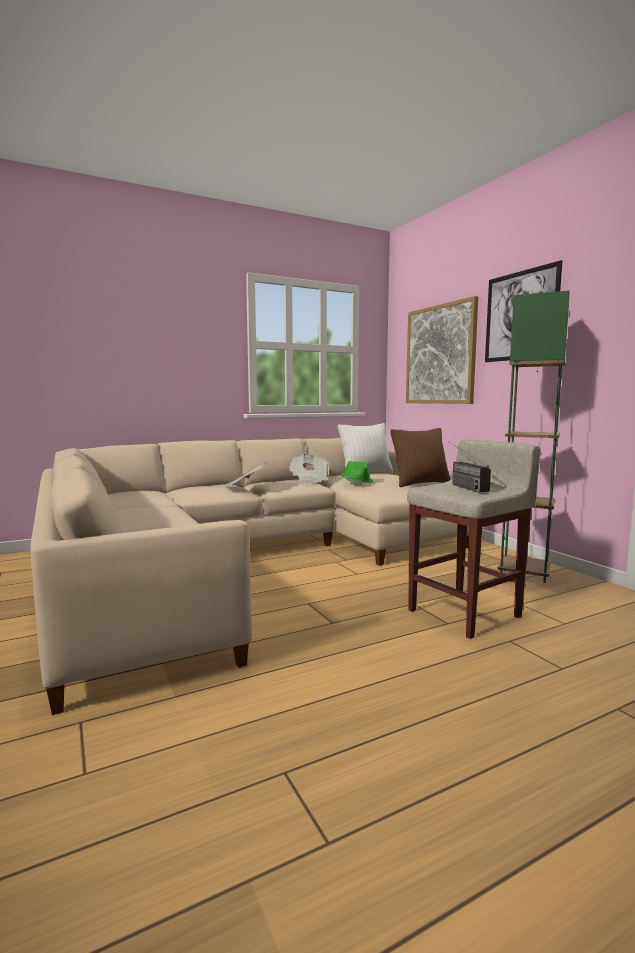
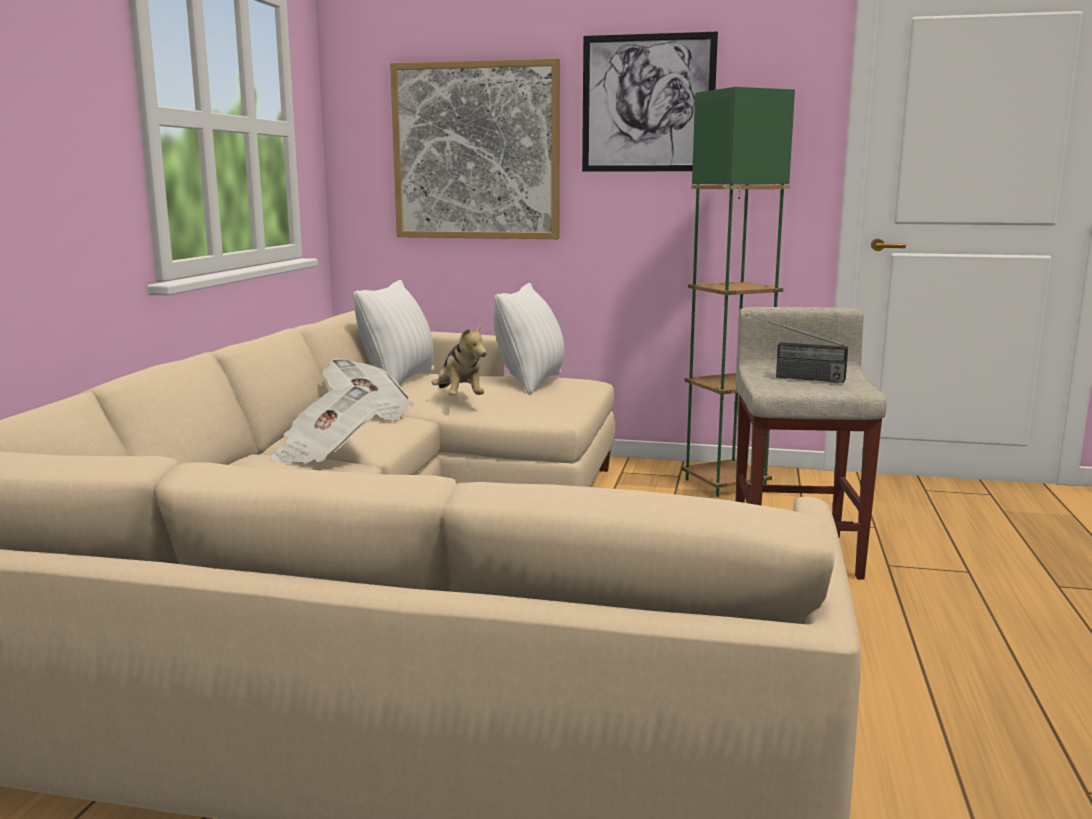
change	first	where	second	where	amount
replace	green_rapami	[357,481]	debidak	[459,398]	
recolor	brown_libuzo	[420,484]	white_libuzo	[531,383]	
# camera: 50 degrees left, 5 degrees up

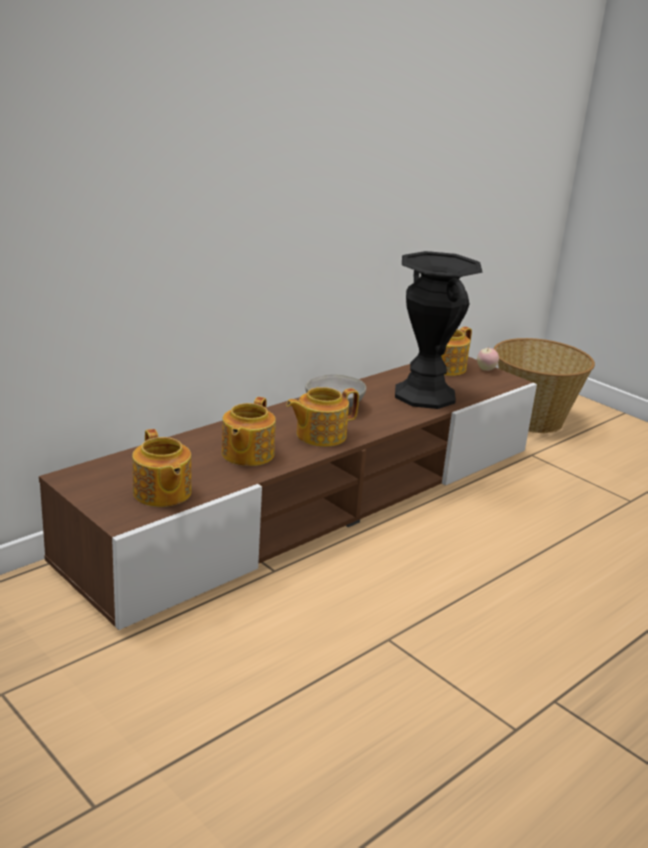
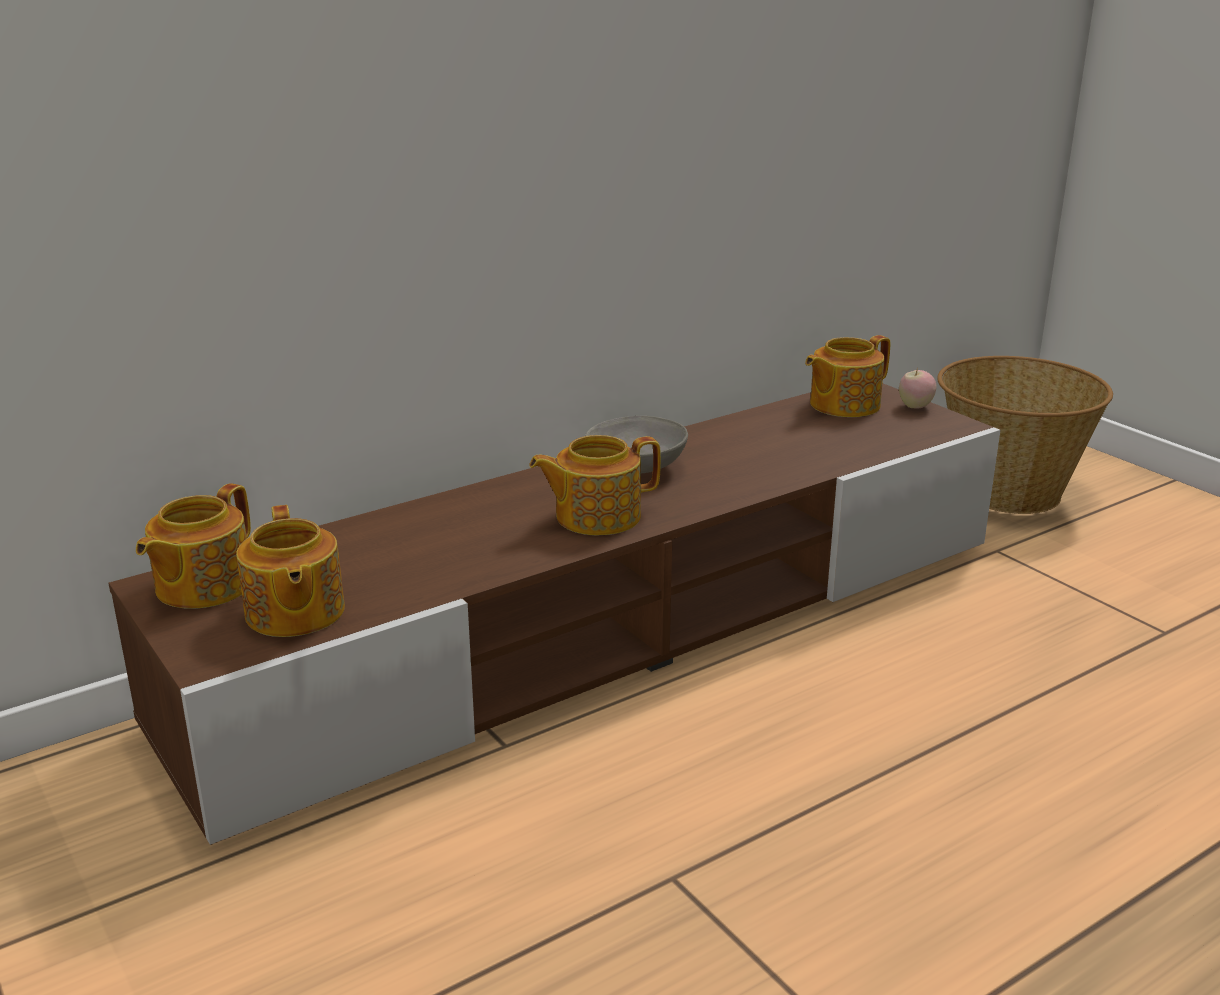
change	first	where	second	where	amount
move	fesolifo	[246,454]		[202,586]	
delete	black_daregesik	[424,395]			
# camera: 10 degrees right, 0 degrees up

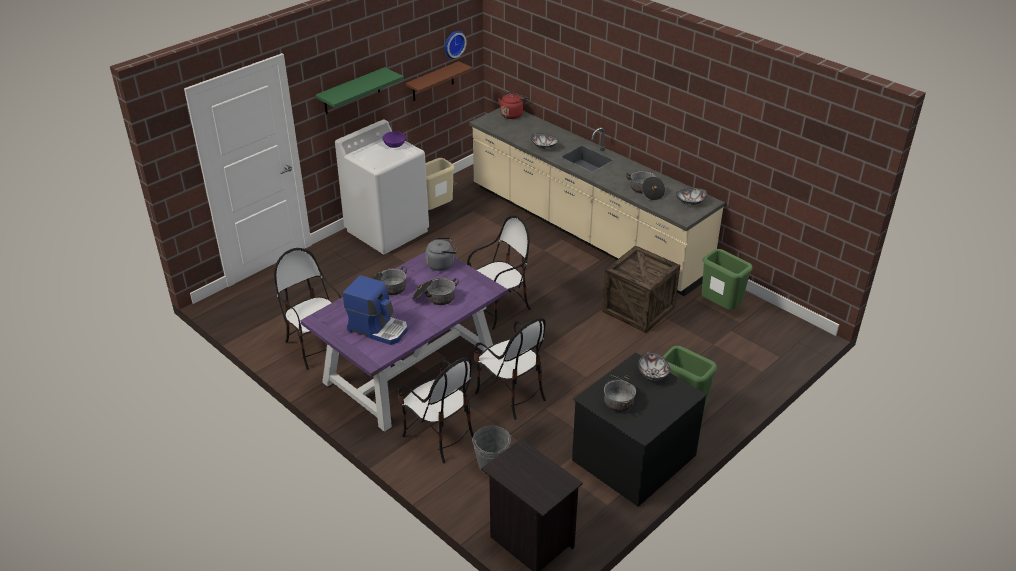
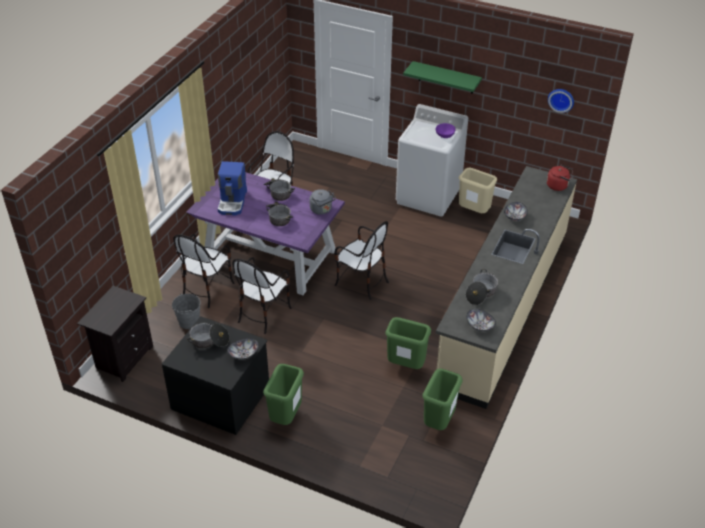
change	first	where	second	where	amount
replace	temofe	[638,309]	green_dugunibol	[406,366]	
delete	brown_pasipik	[433,82]			
# camera: 70 degrees right, 5 degrees up

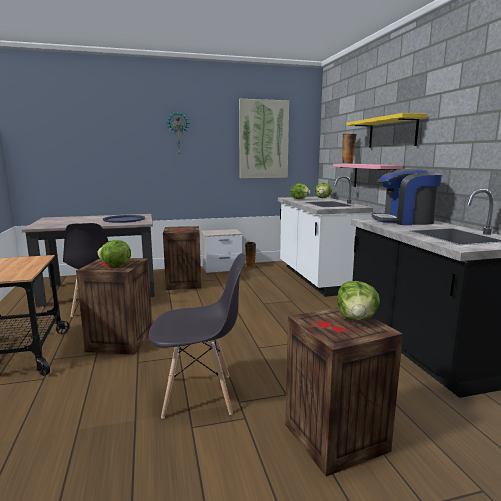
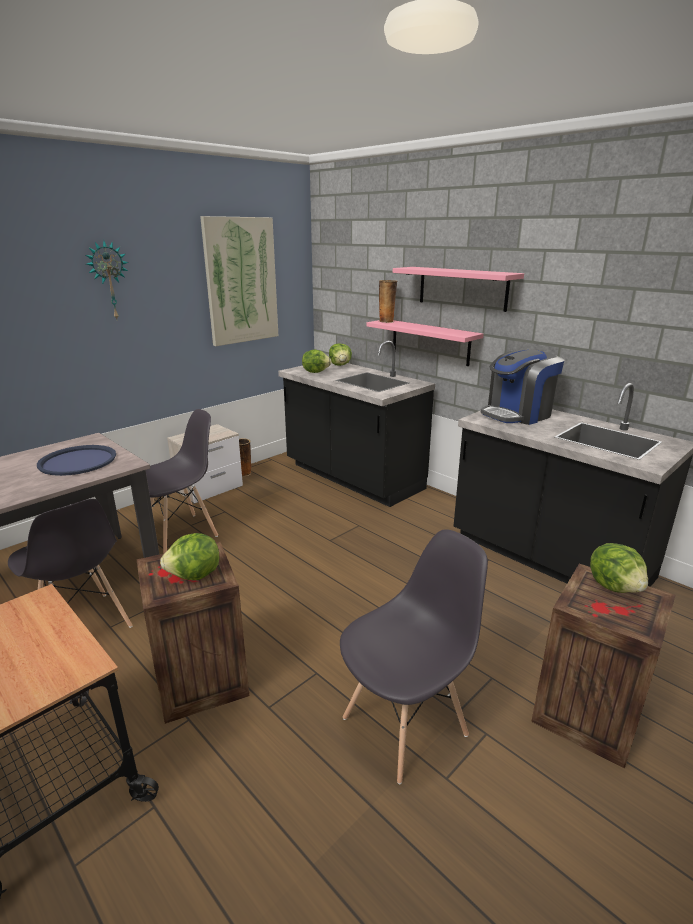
change	first	where	second	where	amount
replace	temofe	[184,283]	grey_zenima	[182,533]	
recolor	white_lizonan	[317,278]	black_lizonan	[352,478]	
recolor	yellow_pasipik	[392,133]	pink_pasipik	[462,288]	
# camera: 30 degrees left, 10 degrees up

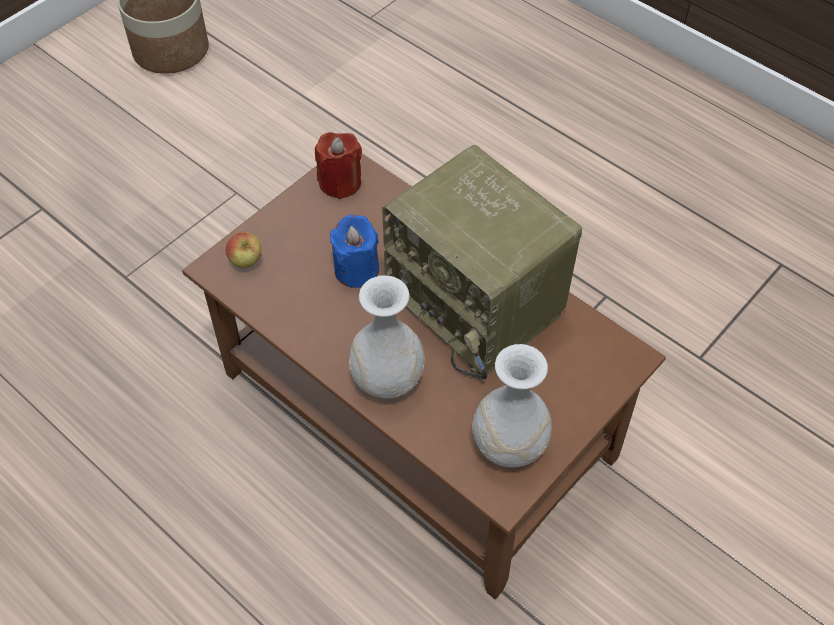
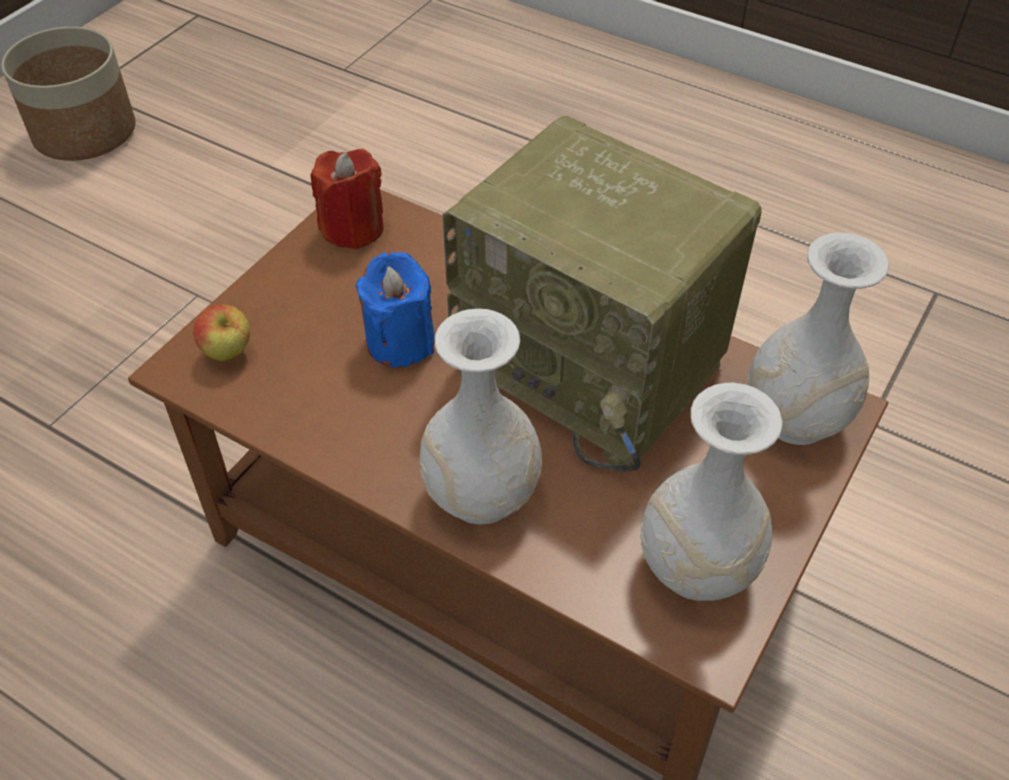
change	first	where	second	where	amount
insert			white_daregesik	[796,419]	
# camera: 10 degrees left, 5 degrees down

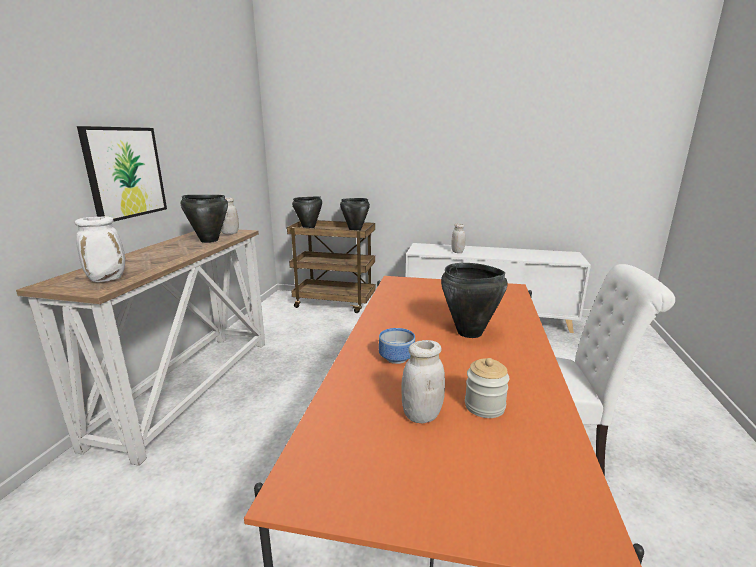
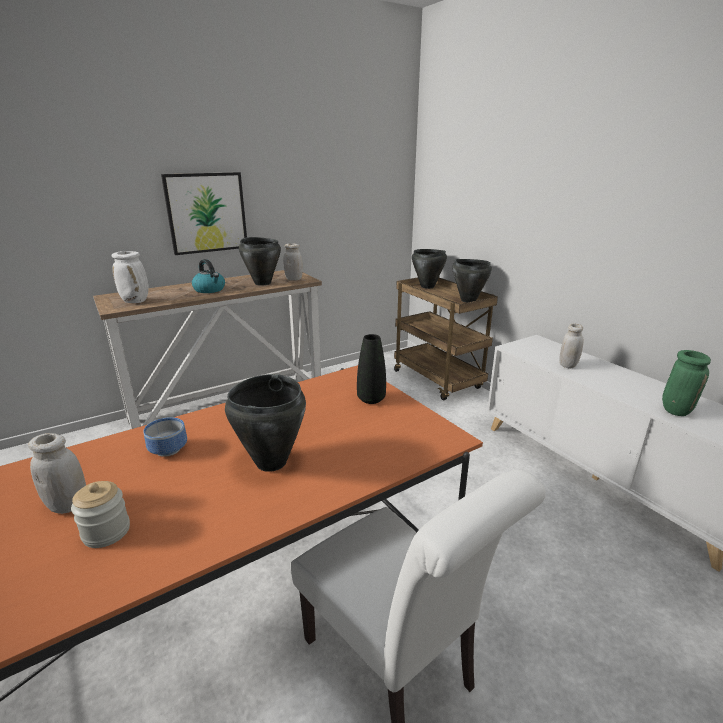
change	first	where	second	where	amount
insert			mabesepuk	[210,290]	
insert			black_daregesik	[371,399]	
insert			green_daregesik	[675,410]	
# camera: 45 degrees right, 5 degrees up

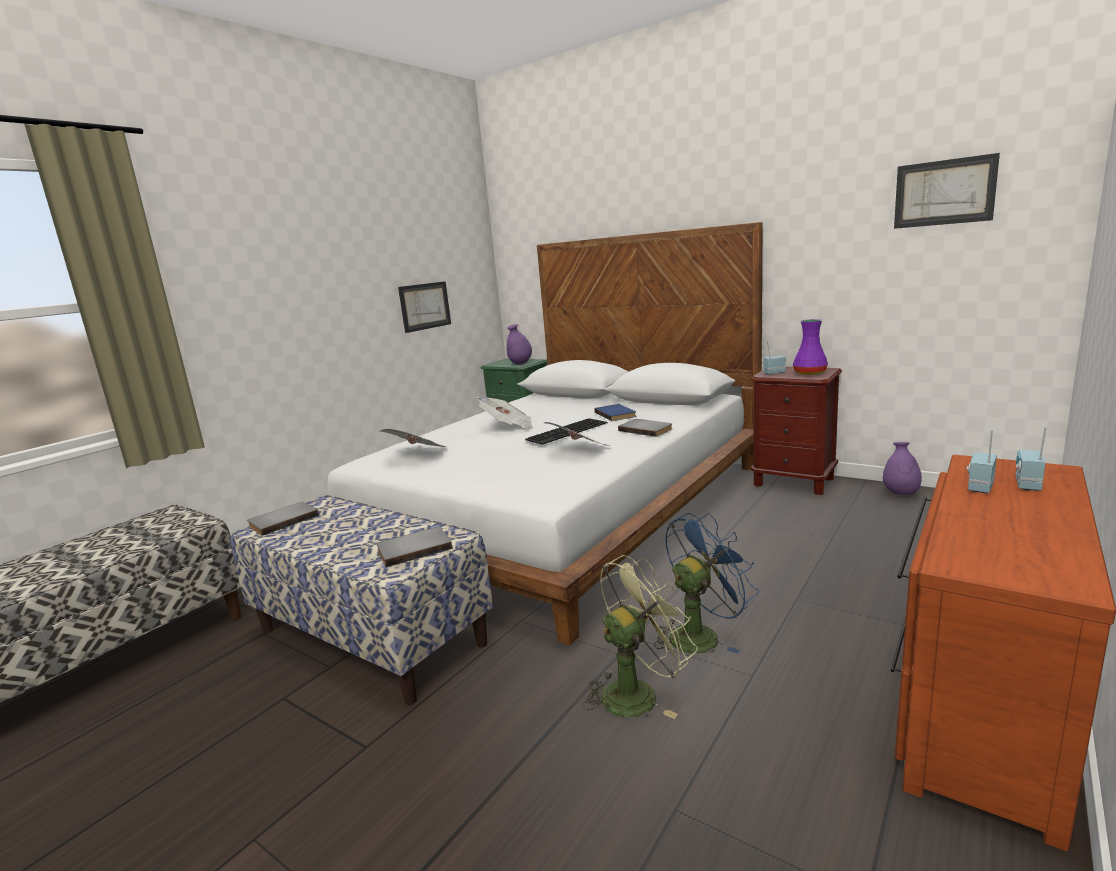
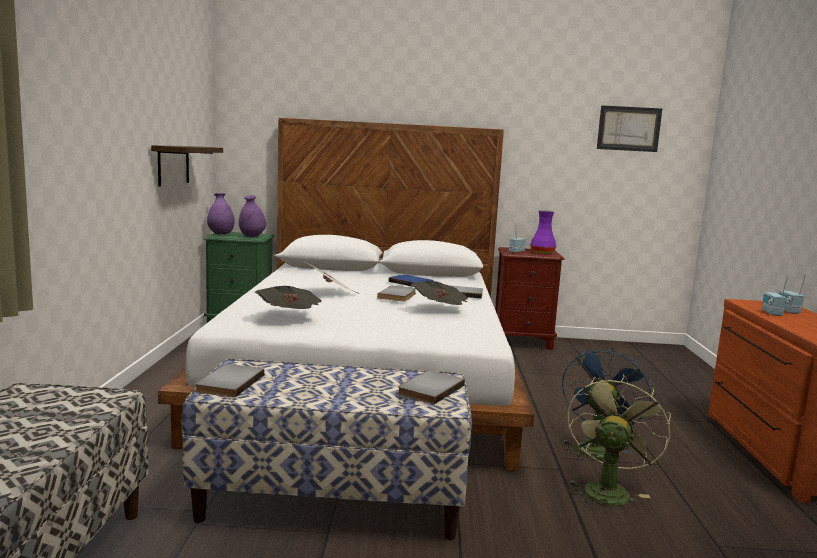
change	first	where	second	where	amount
replace	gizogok	[425,306]	pasipik	[173,165]	
move	purple_daregesik	[900,494]		[221,234]	
replace	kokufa	[567,431]	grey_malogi	[398,295]	
# camera: 35 degrees left, 5 degrees down

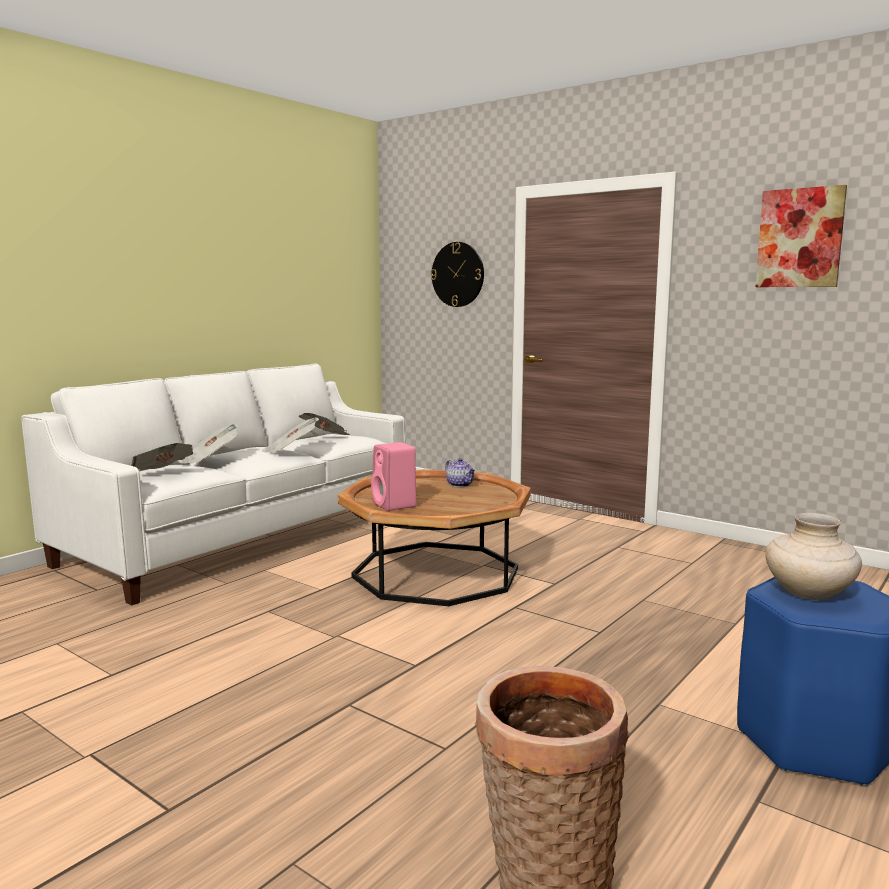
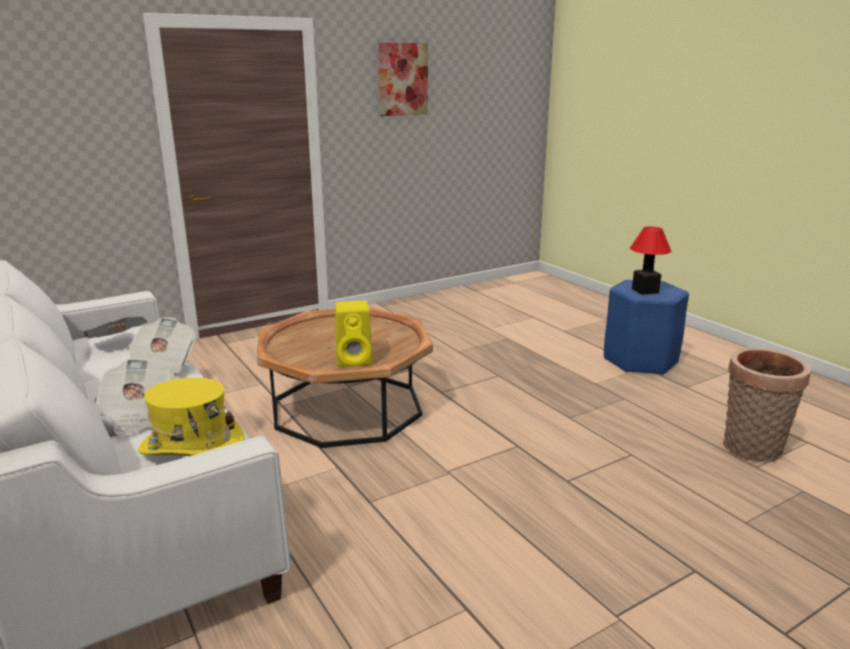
change	first	where	second	where	amount
replace	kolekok	[163,474]	yellow_rapami	[192,445]	
recolor	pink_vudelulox	[395,505]	yellow_vudelulox	[355,359]	
replace	beige_daregesik	[809,594]	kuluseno	[645,290]	
delete	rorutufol	[458,274]			
delete	fesolifo	[460,485]			
# camera: 70 degrees left, 10 degrees up

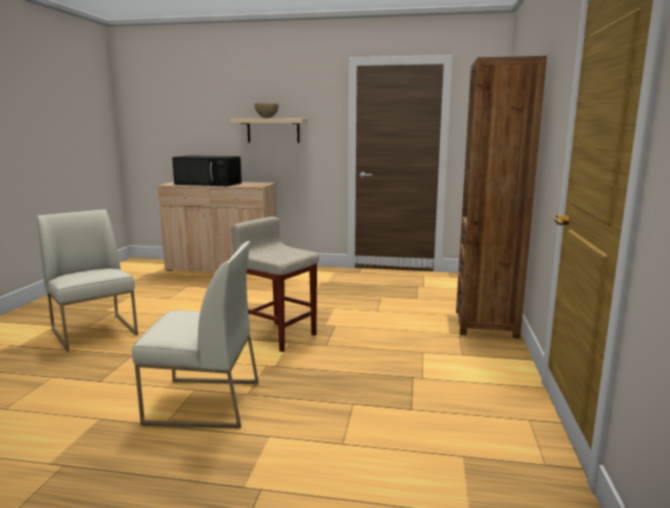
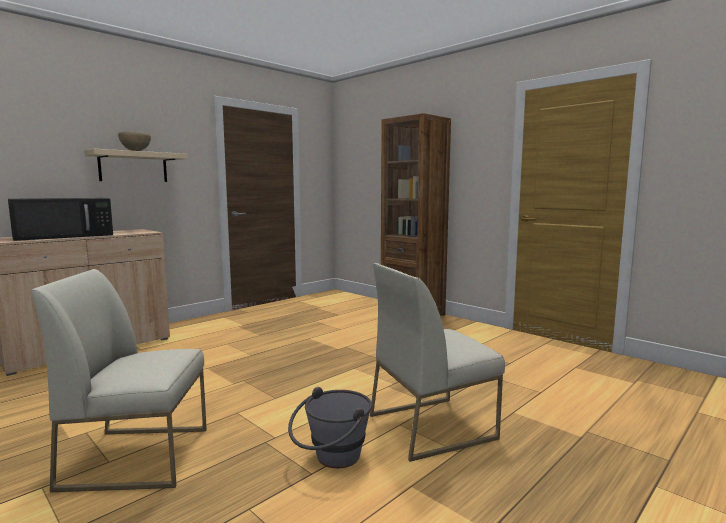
change	first	where	second	where	amount
insert			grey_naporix	[331,460]	
rotate	white_zenima	[203,403]		[431,426]	150 degrees counterclockwise
delete	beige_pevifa	[278,336]			
# camera: 55 degrees left, 5 degrees down

